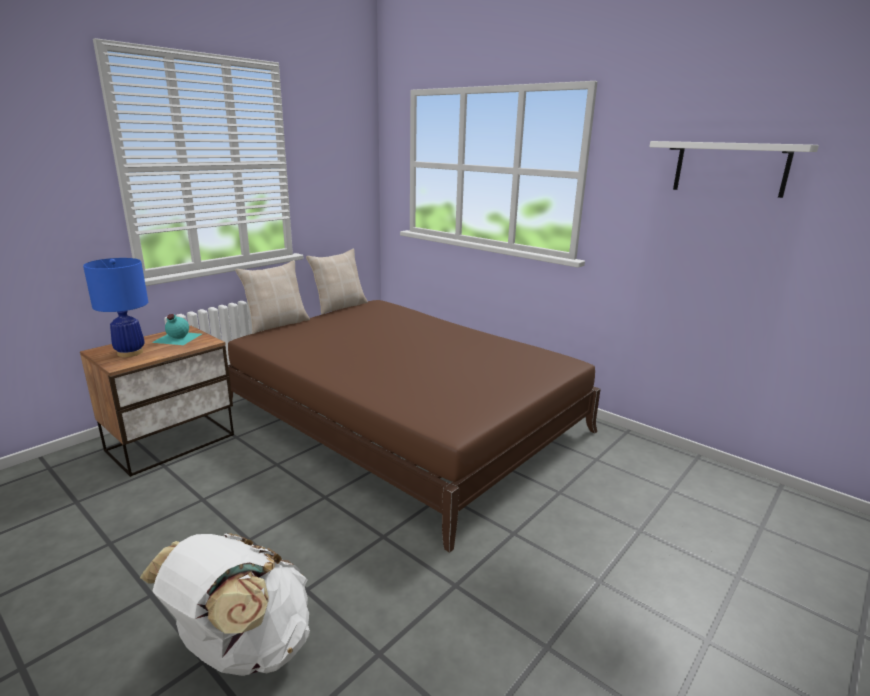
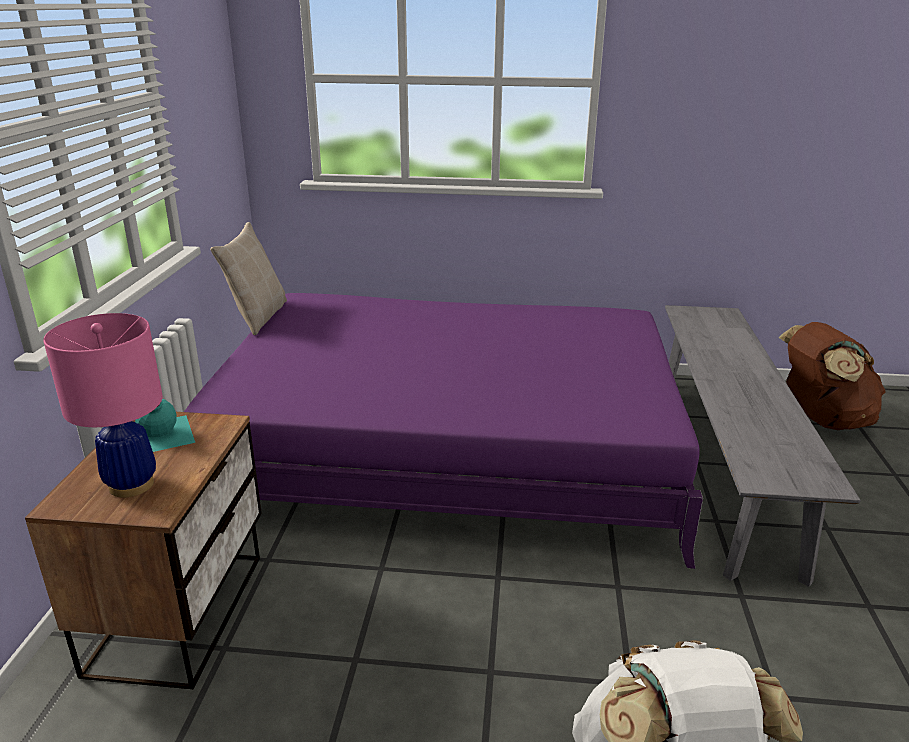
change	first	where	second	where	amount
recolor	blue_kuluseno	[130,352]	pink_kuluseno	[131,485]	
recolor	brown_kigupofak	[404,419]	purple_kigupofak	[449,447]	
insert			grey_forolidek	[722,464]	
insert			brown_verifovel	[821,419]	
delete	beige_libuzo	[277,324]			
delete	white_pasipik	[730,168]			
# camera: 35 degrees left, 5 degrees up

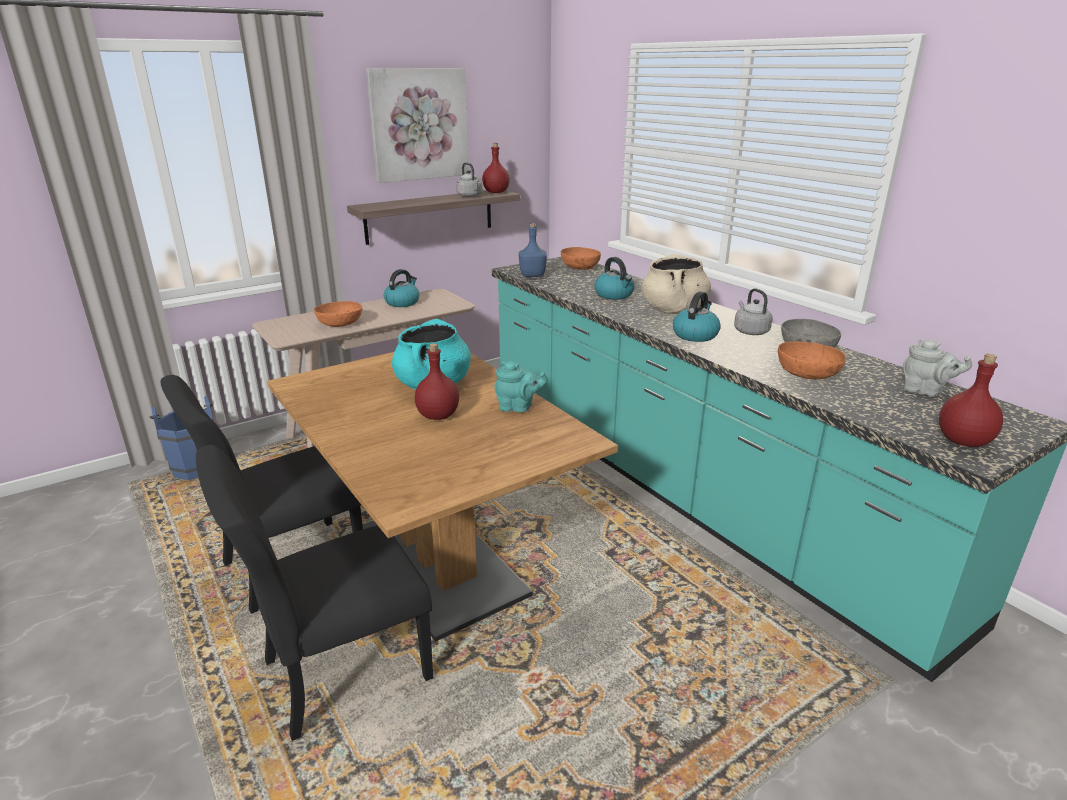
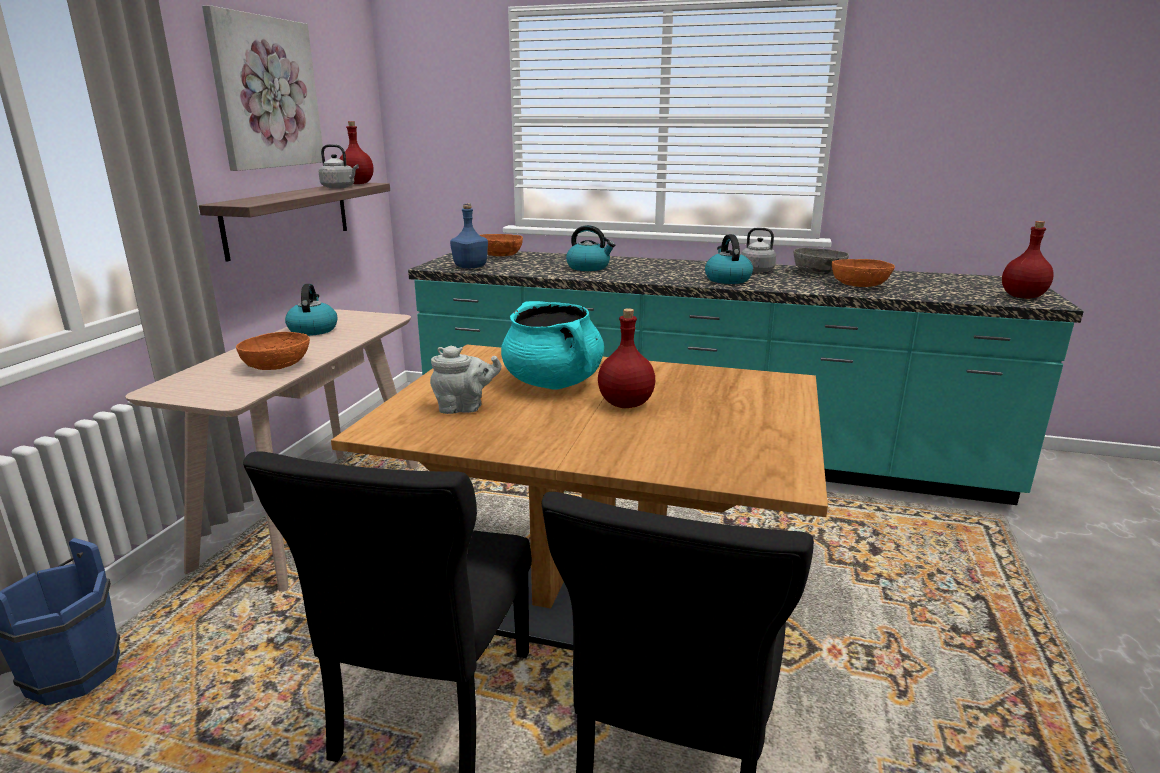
change	first	where	second	where	amount
move	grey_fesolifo	[926,391]		[464,408]	
delete	turquoise_fesolifo	[518,407]			
delete	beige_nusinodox	[673,311]			
# camera: 40 degrees left, 5 degrees down

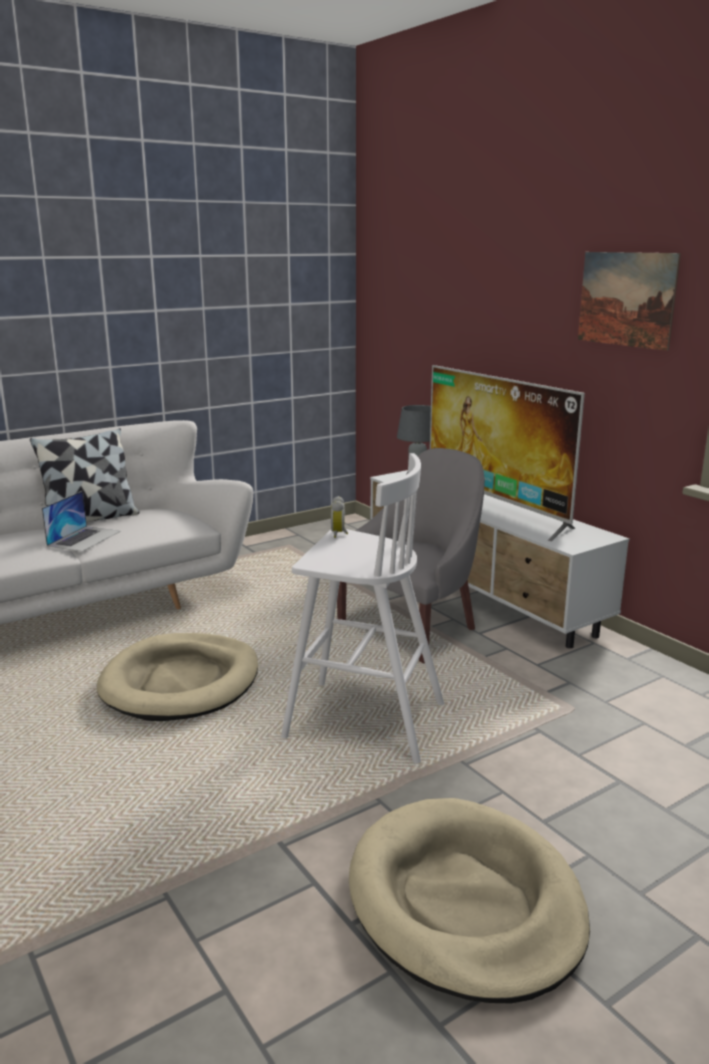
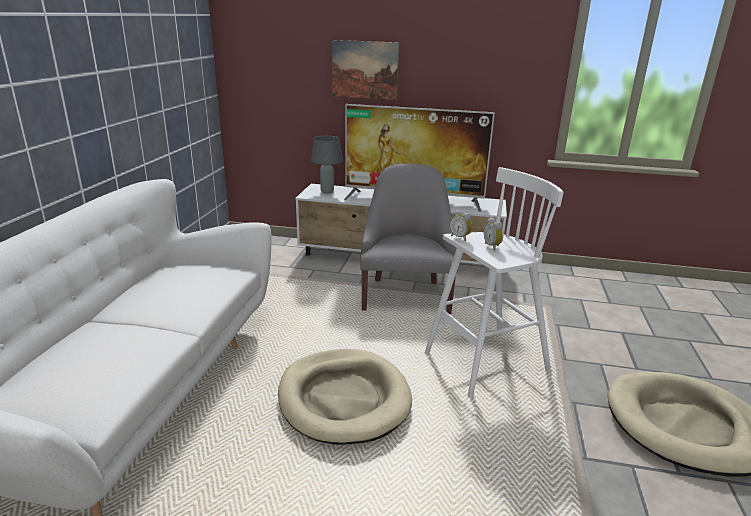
change	first	where	second	where	amount
move	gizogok	[626,299]		[365,70]	
insert			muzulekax	[492,246]	
delete	libuzo	[91,519]			
delete	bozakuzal	[84,538]			
# camera: 45 degrees left, 5 degrees up

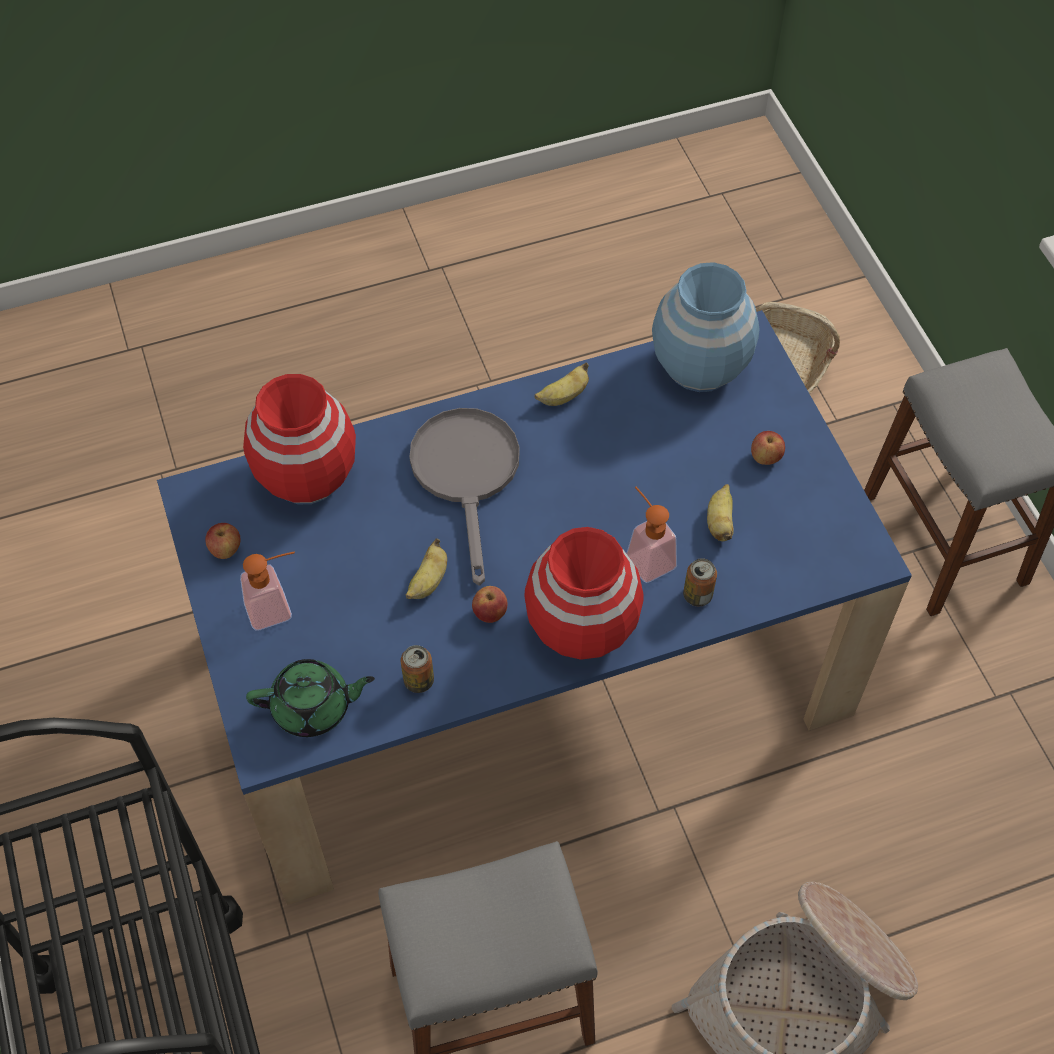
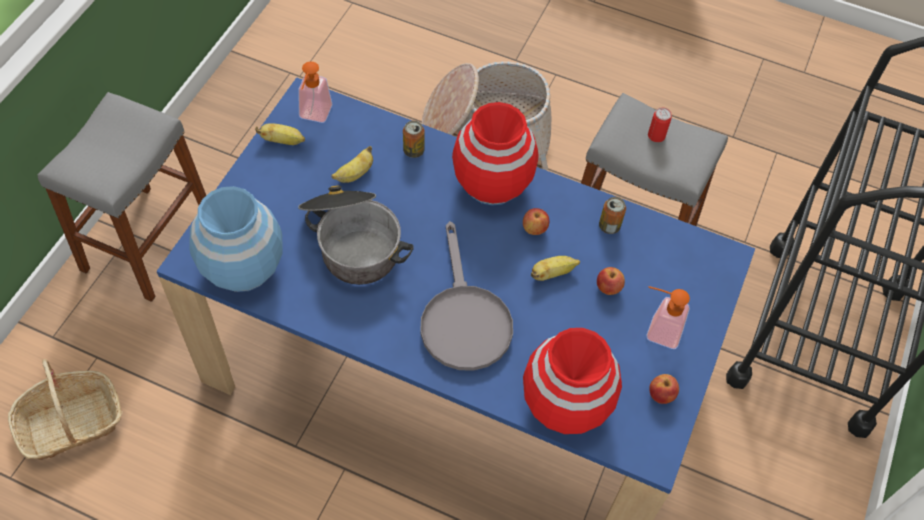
change	first	where	second	where	amount
move	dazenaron	[563,396]		[283,141]	
move	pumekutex	[646,556]		[314,116]	
insert			nusinodox	[353,242]	
rotate	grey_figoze	[467,475]		[463,318]	45 degrees counterclockwise
move	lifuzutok	[765,457]		[608,288]	
insert			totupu	[656,136]	
delete	green_fesolifo	[313,707]			
# camera: 140 degrees left, 0 degrees up

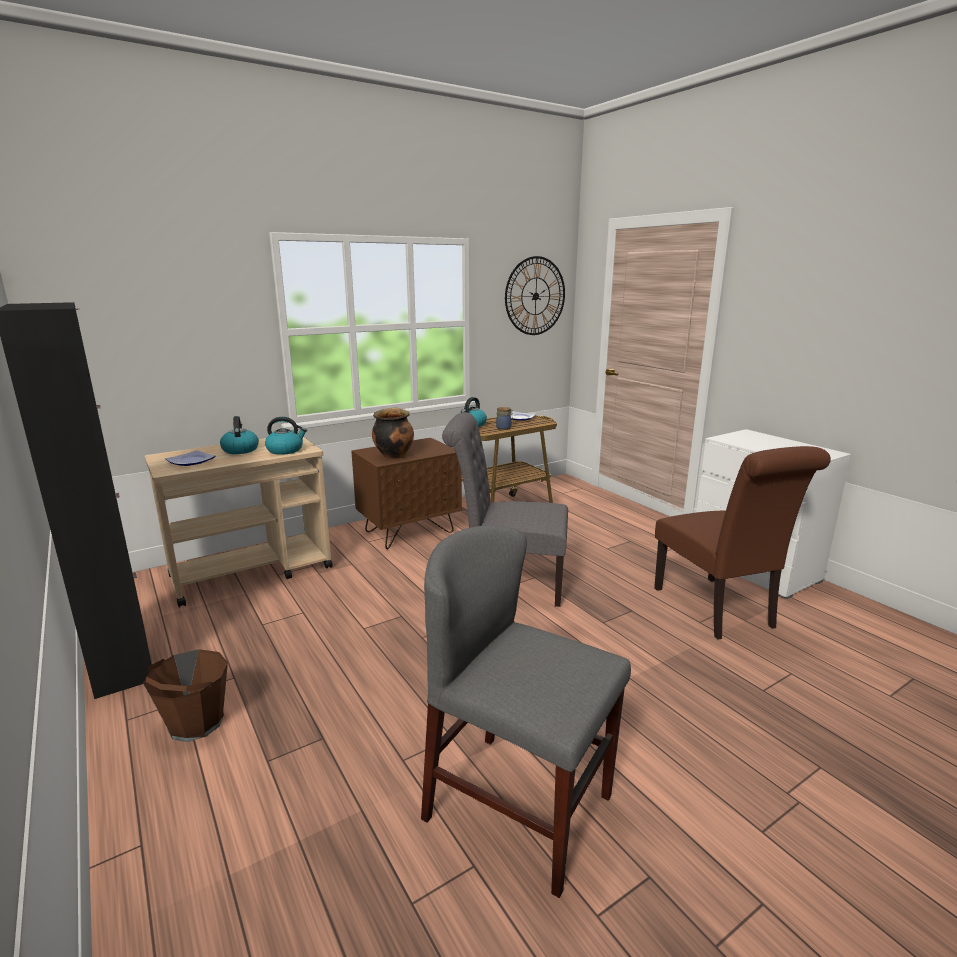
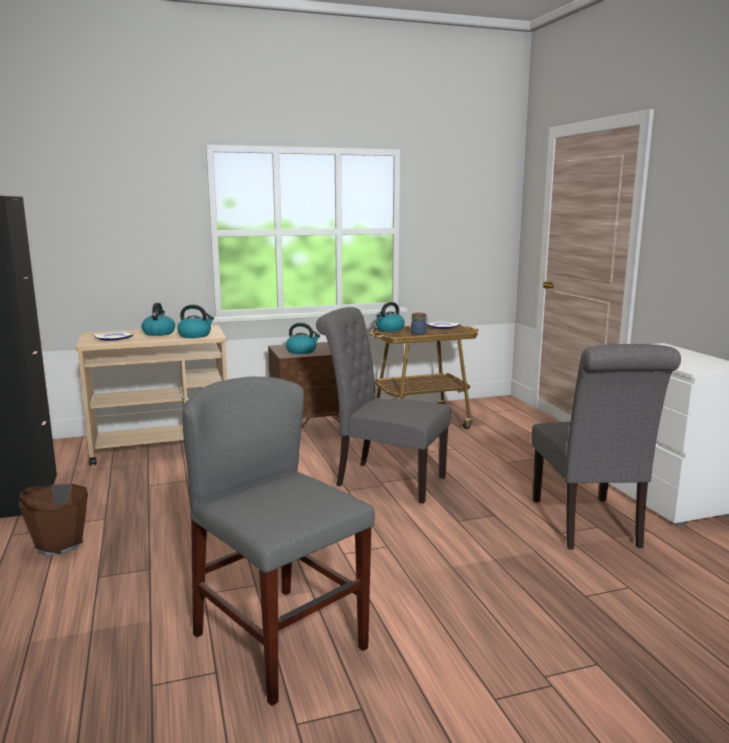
change	first	where	second	where	amount
replace	nusinodox	[393,455]	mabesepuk	[302,351]	
recolor	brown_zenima	[718,610]	grey_zenima	[588,526]	
delete	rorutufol	[535,296]			
# camera: 15 degrees right, 5 degrees down

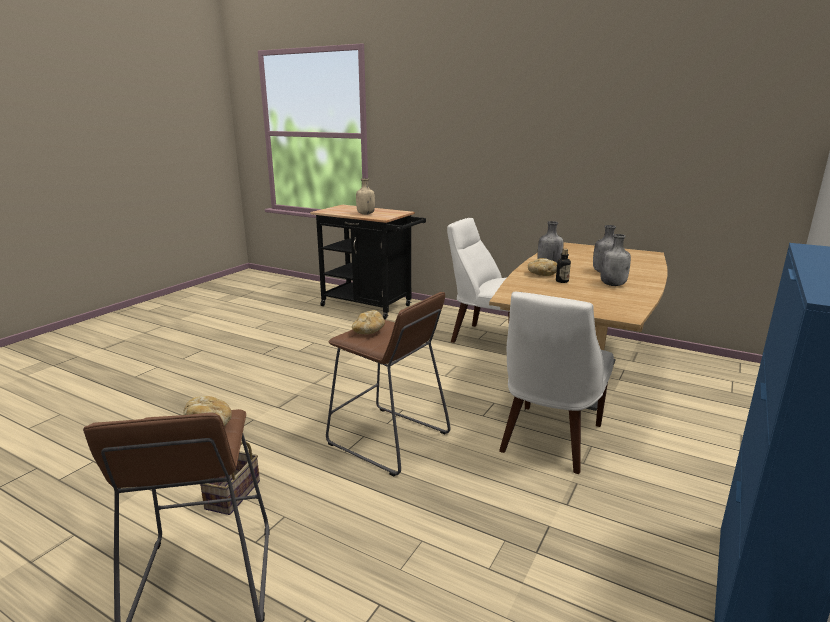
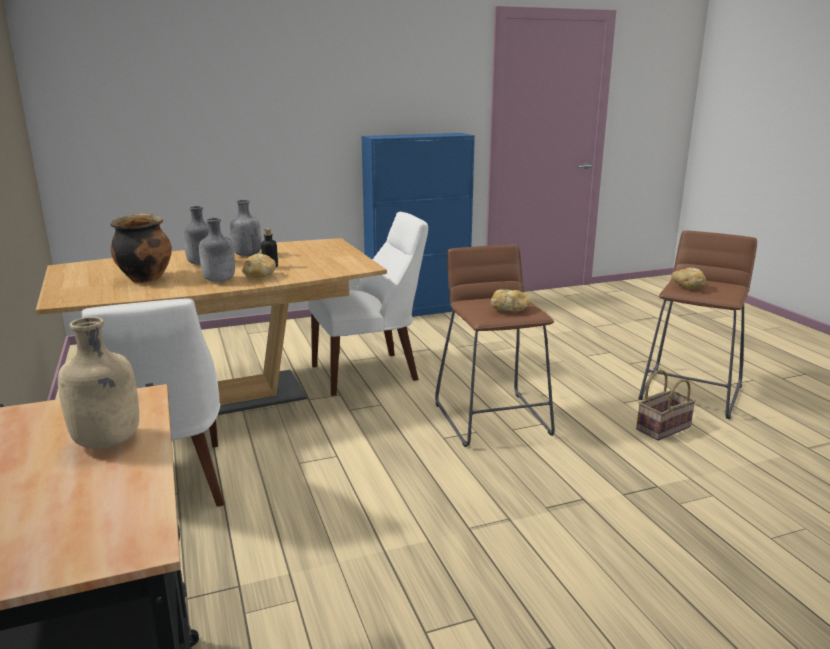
change	first	where	second	where	amount
insert			nusinodox	[145,278]	
# camera: 140 degrees left, 0 degrees up

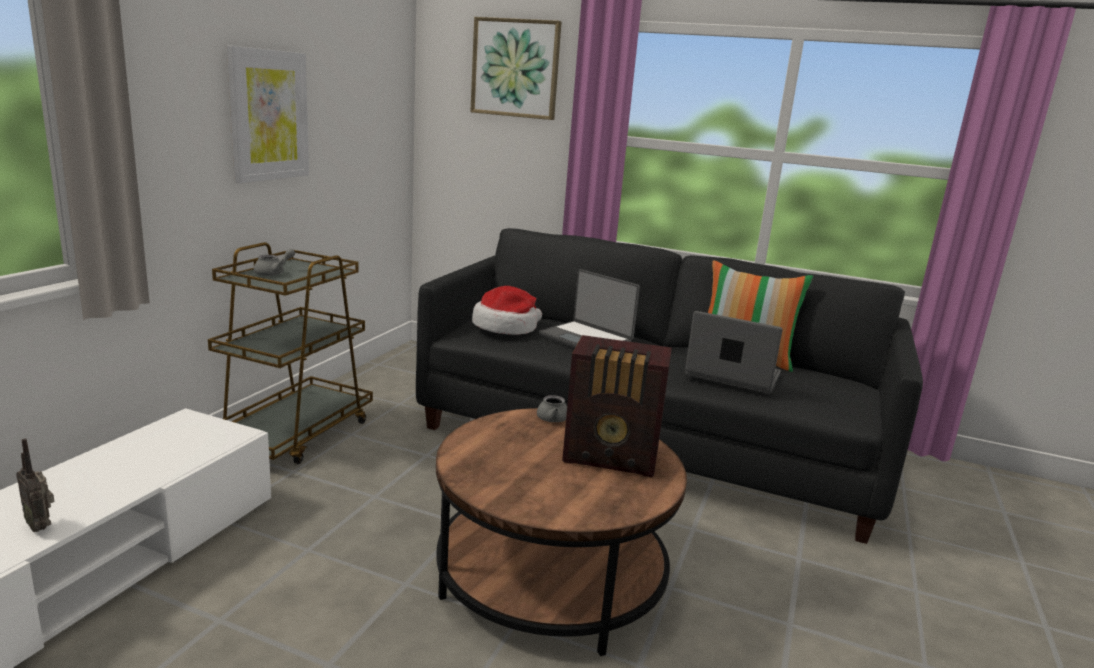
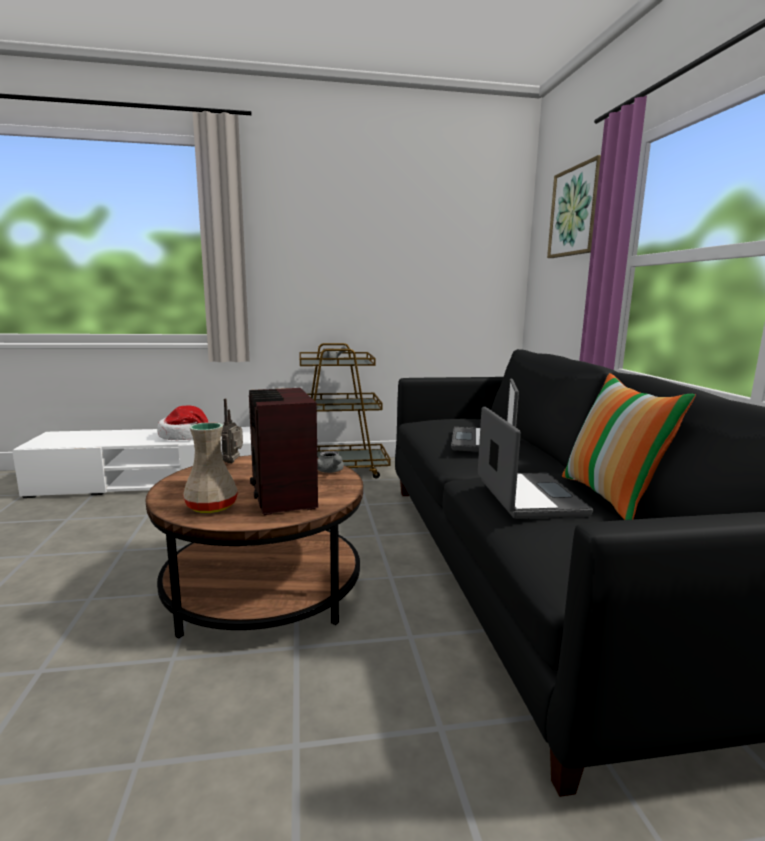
change	first	where	second	where	amount
move	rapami	[506,327]		[186,436]	
insert			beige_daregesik	[211,506]	
move	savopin	[41,526]		[234,462]	
delete	gizogok	[268,115]			
# camera: 60 degrees right, 5 degrees down

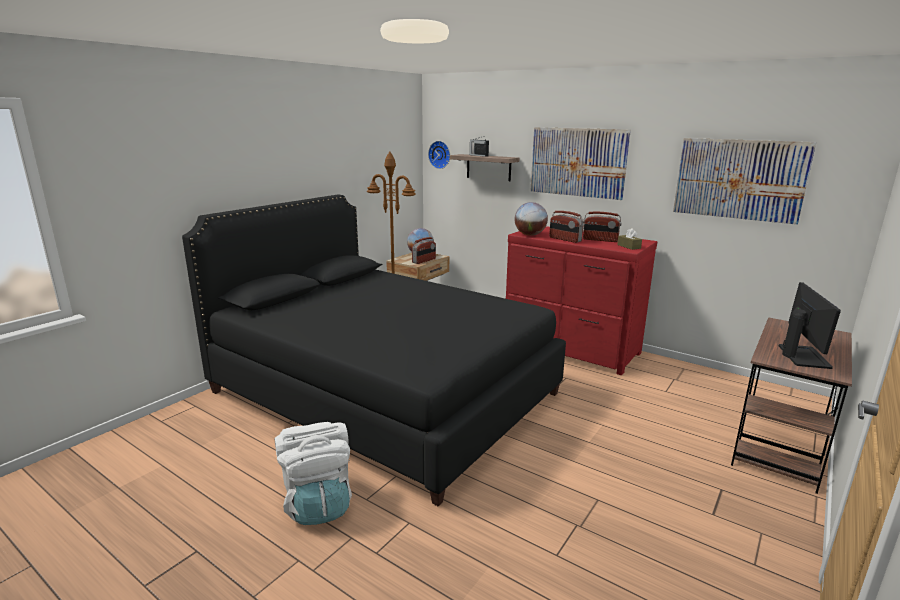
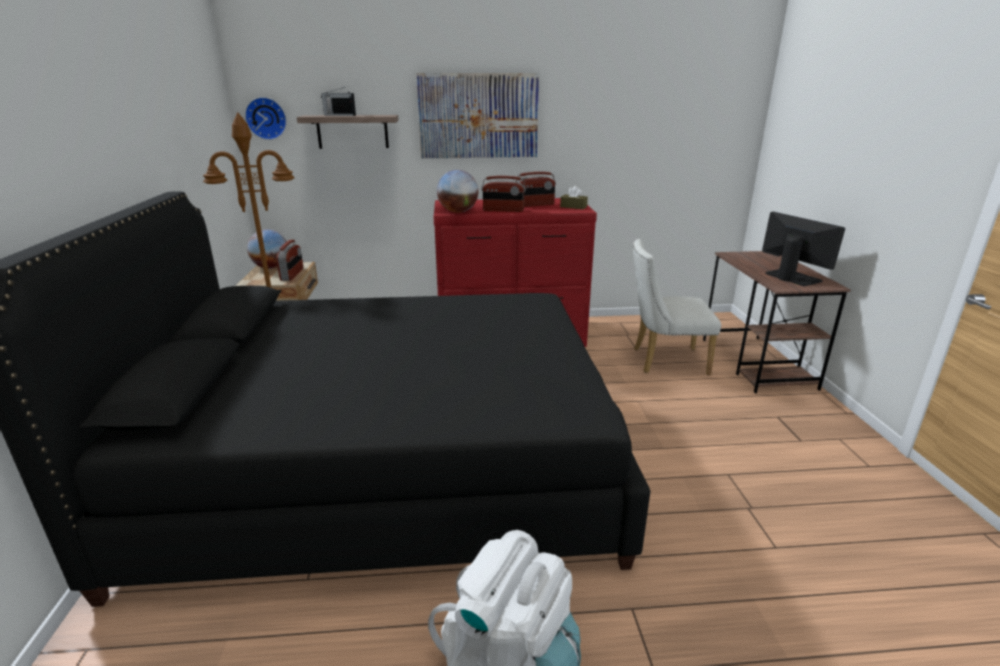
change	first	where	second	where	amount
insert			white_zenima	[663,361]	
delete	gizogok	[739,179]			
# camera: 40 degrees left, 5 degrees up

